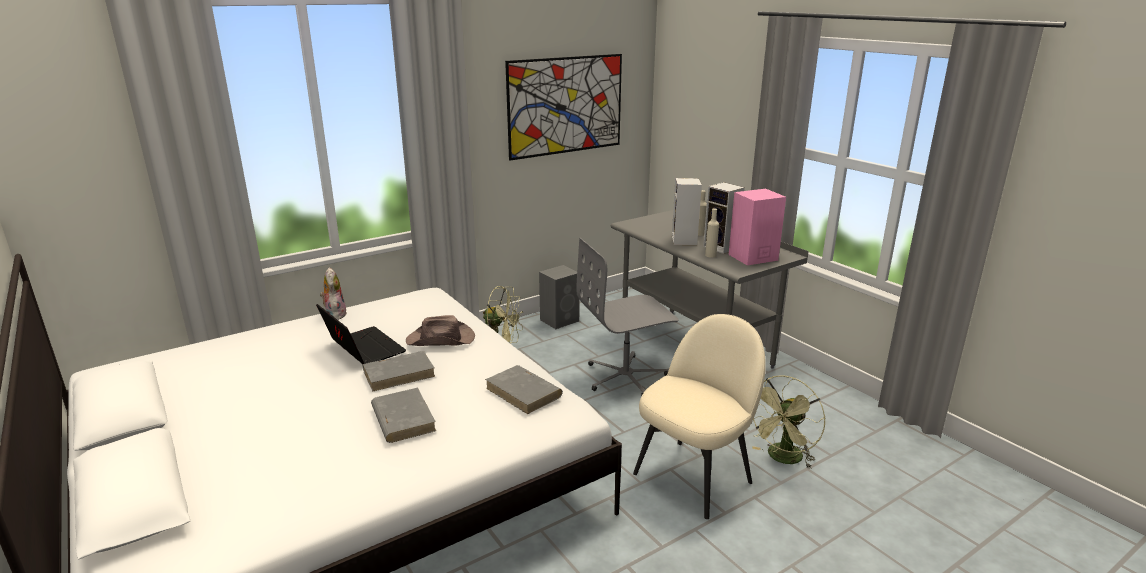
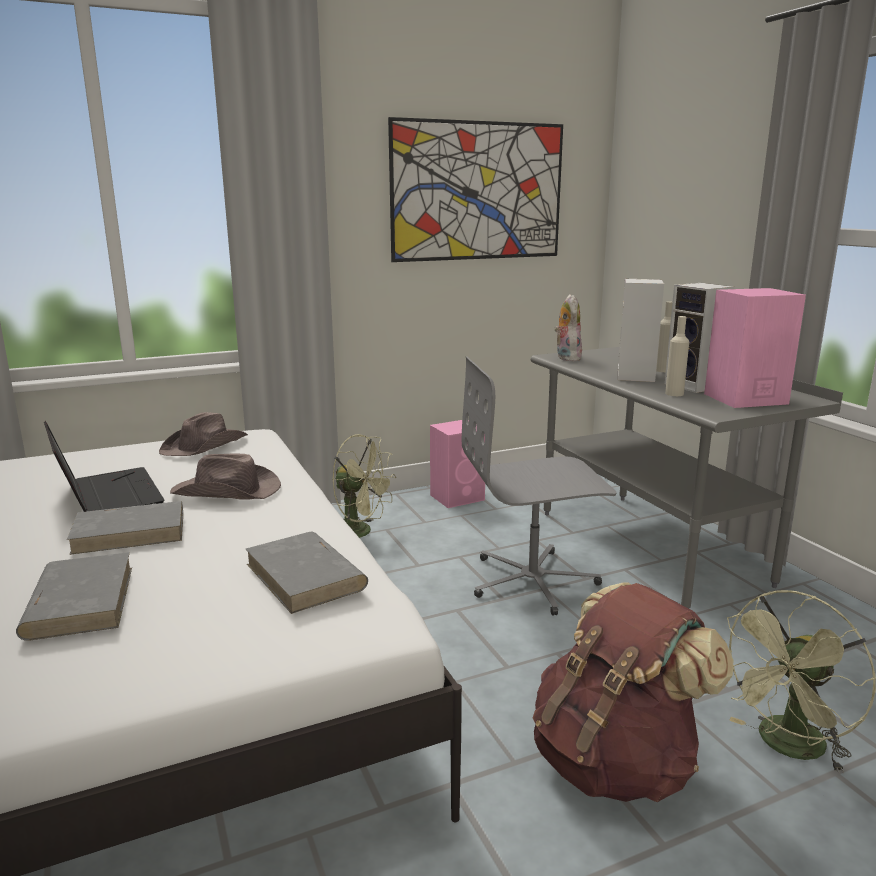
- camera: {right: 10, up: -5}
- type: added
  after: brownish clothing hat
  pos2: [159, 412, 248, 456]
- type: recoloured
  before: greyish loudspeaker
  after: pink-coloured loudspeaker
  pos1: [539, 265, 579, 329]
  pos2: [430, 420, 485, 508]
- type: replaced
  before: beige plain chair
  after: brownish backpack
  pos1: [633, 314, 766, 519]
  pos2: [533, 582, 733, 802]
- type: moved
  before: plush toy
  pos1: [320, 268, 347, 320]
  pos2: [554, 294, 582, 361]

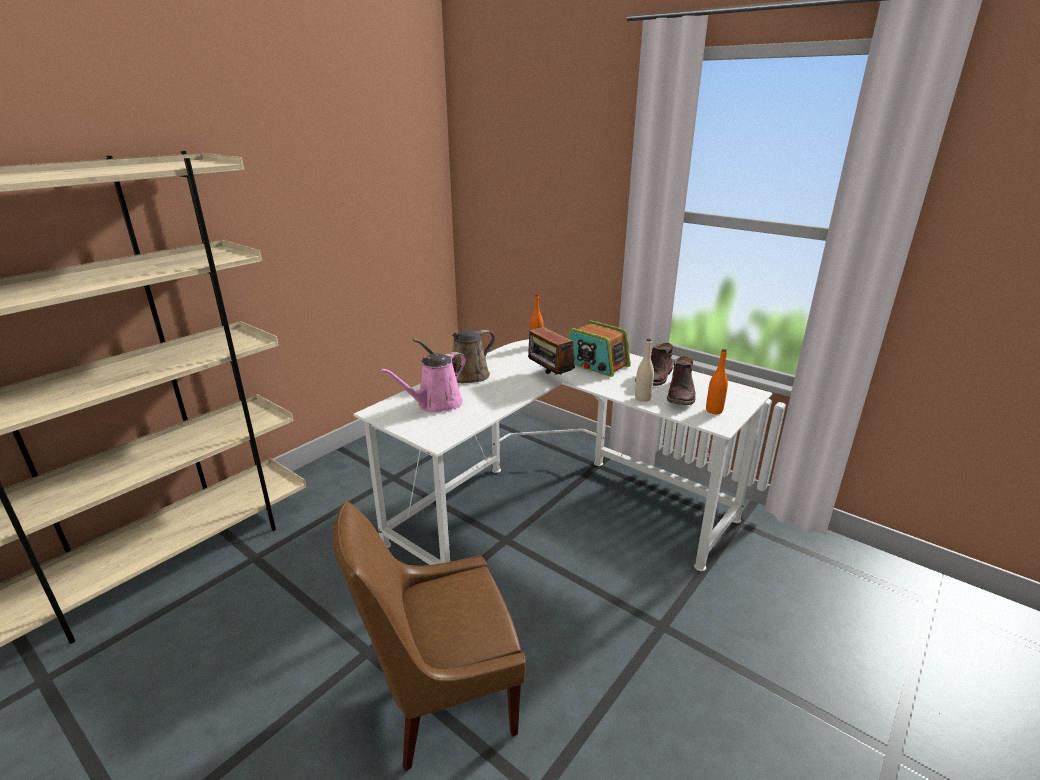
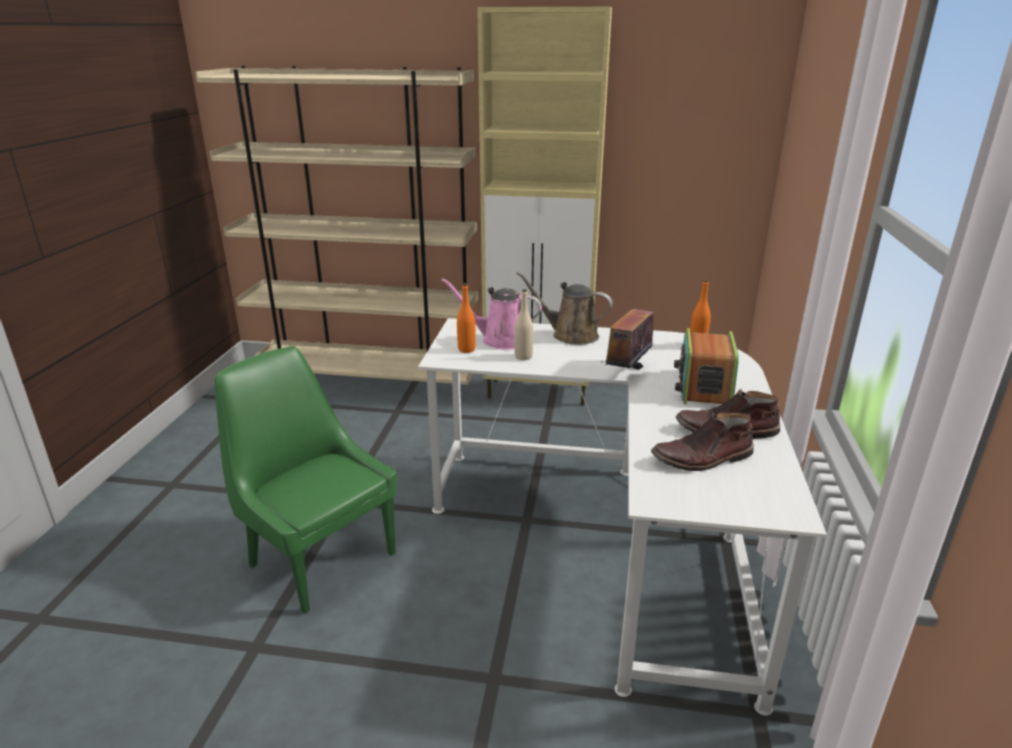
- camera: {right: 60, up: 0}
- type: recoloured
  before: brownish plain chair
  after: green plain chair
  pos1: [332, 502, 526, 771]
  pos2: [215, 346, 397, 613]
- type: moved
  before: orangey beverage bottle
  pos1: [706, 349, 728, 414]
  pos2: [457, 283, 476, 353]
- type: added
  after: beige storage cabinet
  pos2: [477, 7, 612, 406]
- type: moved
  before: beige beverage bottle
  pos1: [635, 339, 654, 402]
  pos2: [514, 289, 533, 360]

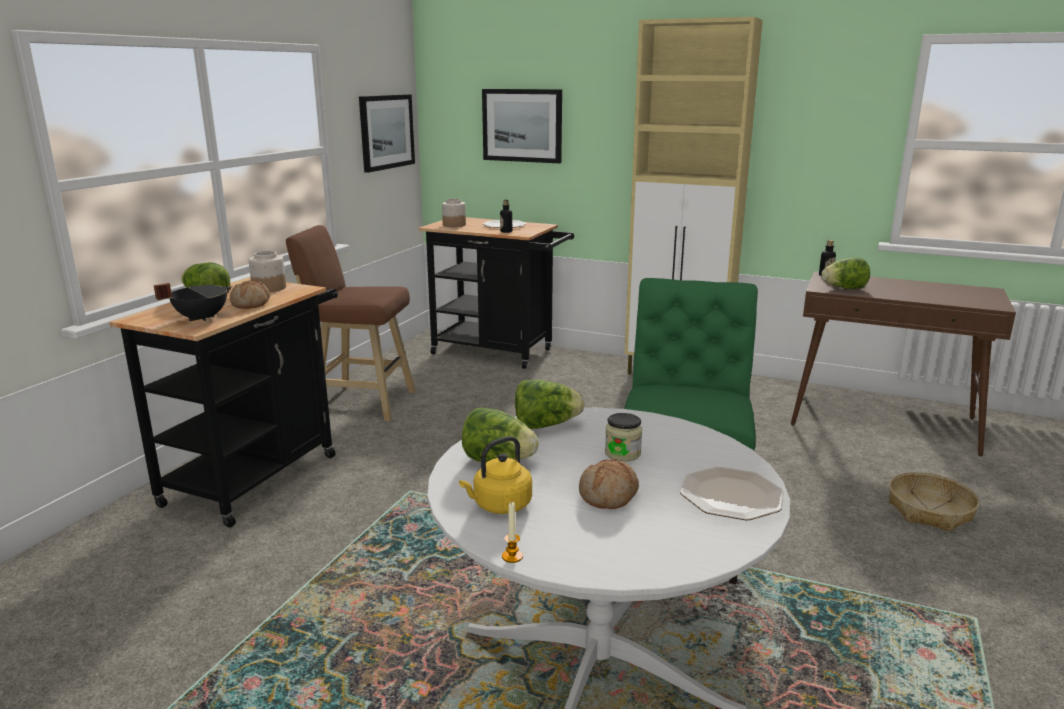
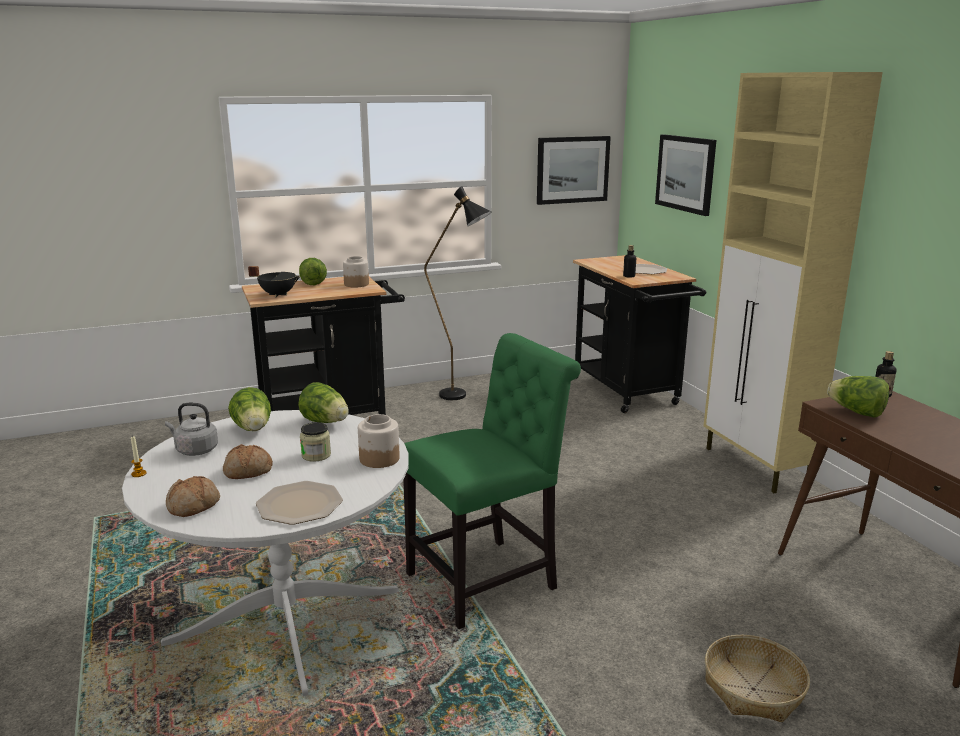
- camera: {right: 45, up: 0}
- type: recoloured
  before: yellow-coloured tea kettle
  after: greyish tea kettle
  pos1: [459, 436, 532, 514]
  pos2: [165, 403, 218, 456]
- type: moved
  before: baked bread
  pos1: [230, 280, 270, 309]
  pos2: [166, 476, 220, 517]
- type: moved
  before: storage jar
  pos1: [442, 199, 466, 227]
  pos2: [358, 414, 400, 468]
- type: replaced
  before: brownish stool
  after: black standing lamp
  pos1: [286, 225, 415, 422]
  pos2: [424, 186, 492, 400]

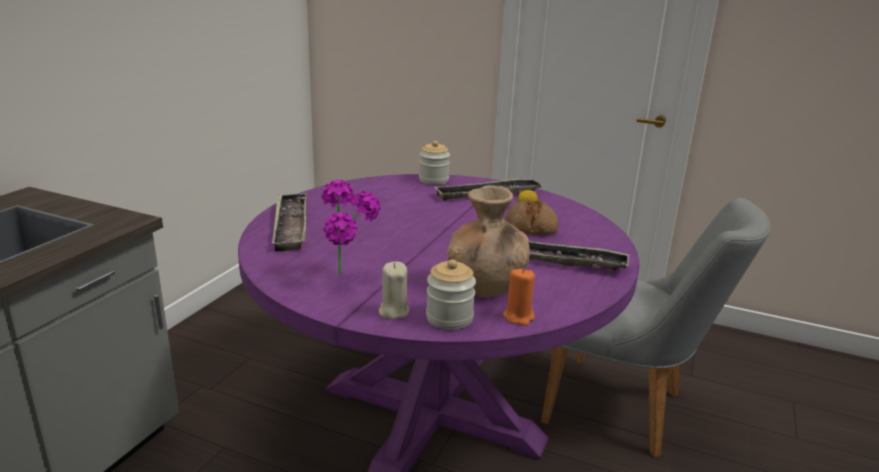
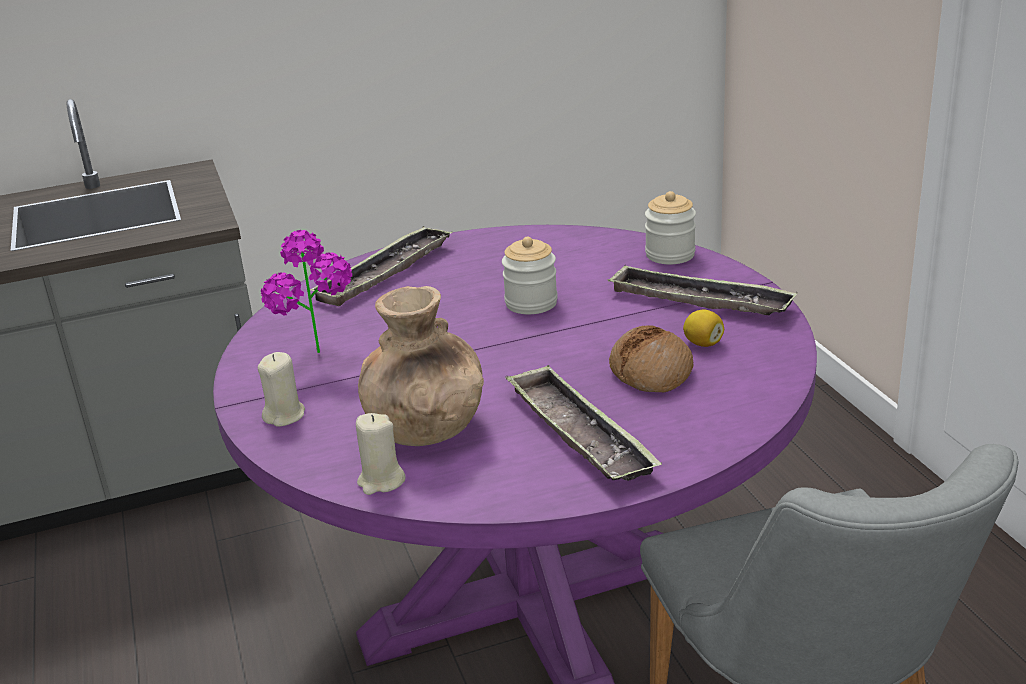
- camera: {right: 50, up: 5}
- type: recoloured
  before: orangey wax light
  after: beige wax light
  pos1: [503, 268, 535, 326]
  pos2: [356, 413, 406, 495]
- type: moved
  before: storage jar
  pos1: [426, 259, 476, 330]
  pos2: [502, 237, 558, 314]

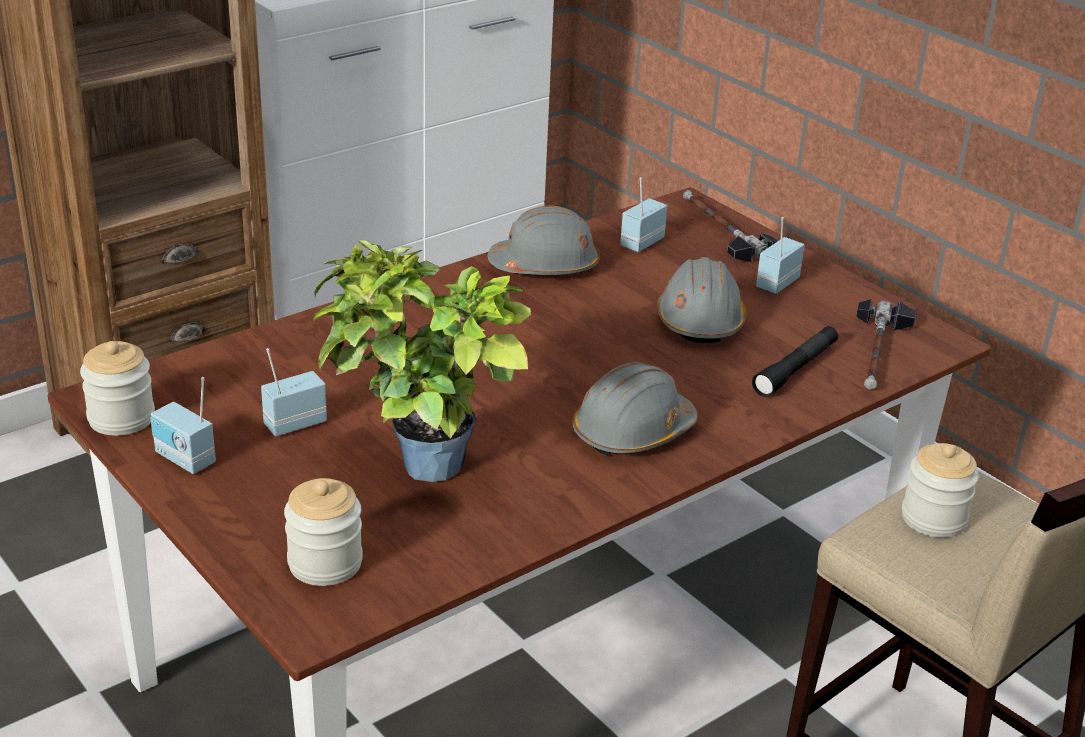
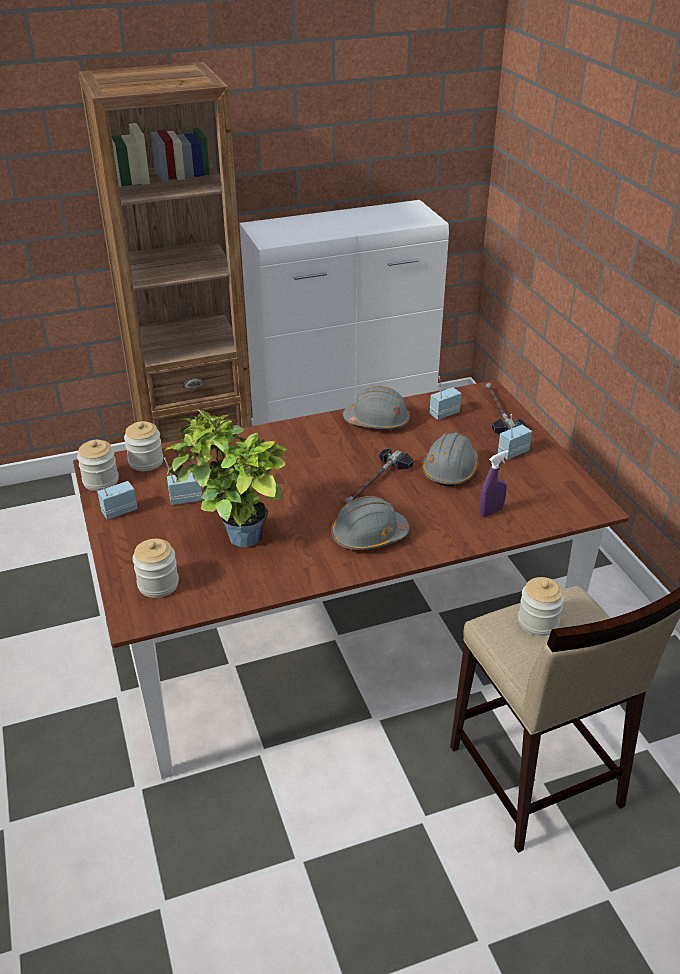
- camera: {right: 20, up: 5}
- type: turned
  before: radio set
  pos1: [150, 377, 216, 474]
  pos2: [96, 472, 138, 520]
  turn: 90
- type: added
  after: storage jar
  pos2: [124, 421, 163, 471]
- type: moved
  before: hand hammer
  pos1: [856, 299, 916, 389]
  pos2: [345, 448, 414, 503]
- type: replaced
  before: black torch
  after: purple-coloured sprayer
  pos1: [752, 326, 838, 397]
  pos2: [479, 451, 508, 517]

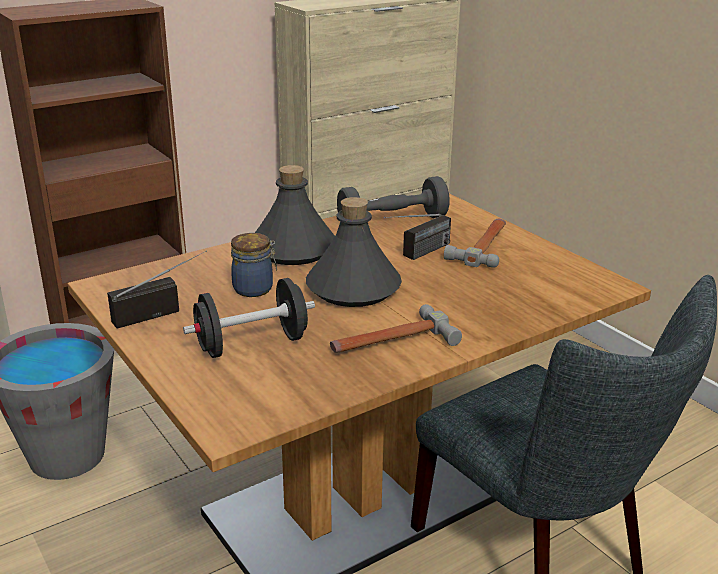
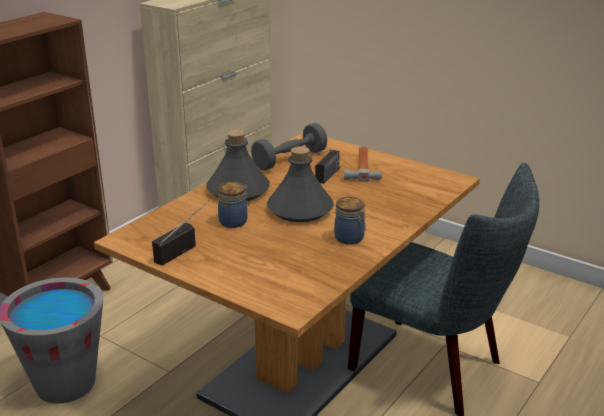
- camera: {right: -20, up: 0}
- type: replaced
  before: hand hammer
  after: storage jar
  pos1: [330, 304, 462, 353]
  pos2: [334, 197, 366, 245]
- type: removed
  before: black dumbbell
  pos1: [183, 278, 315, 358]

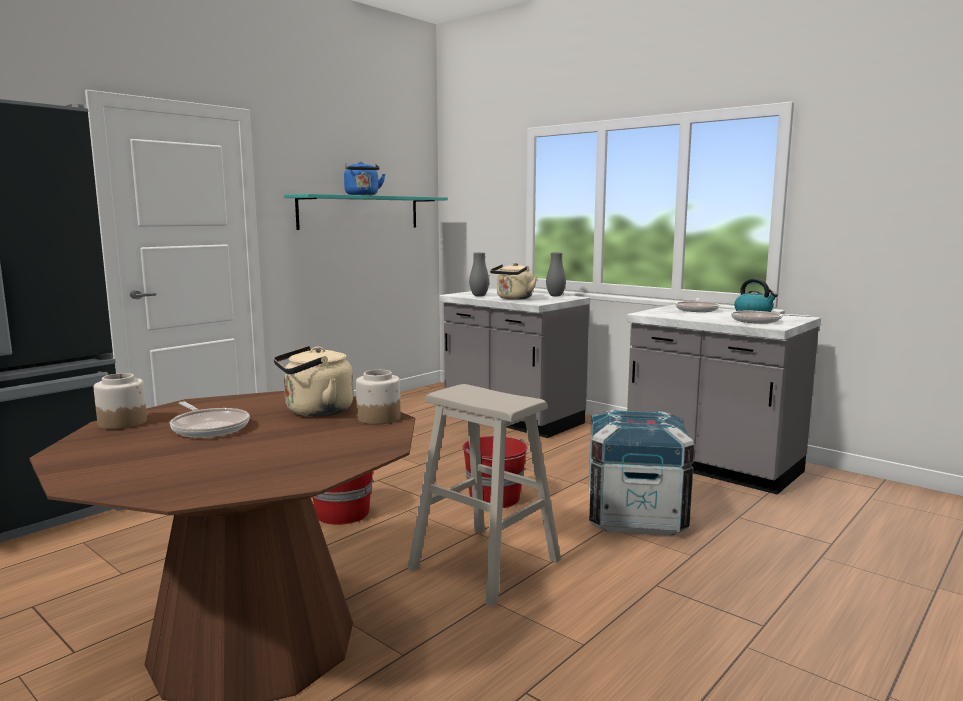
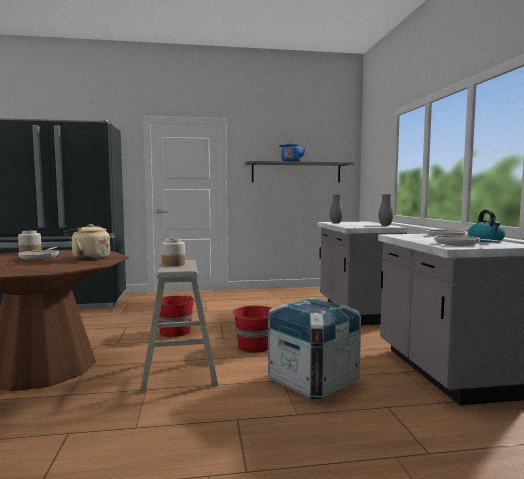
- camera: {right: 40, up: -5}
- type: moved
  before: storage jar
  pos1: [356, 370, 401, 425]
  pos2: [161, 239, 185, 266]
- type: recoloured
  before: turquoise shelf
  after: greyish shelf
  pos1: [284, 194, 448, 230]
  pos2: [245, 161, 355, 183]
- type: removed
  before: beige tea kettle
  pos1: [490, 263, 537, 300]

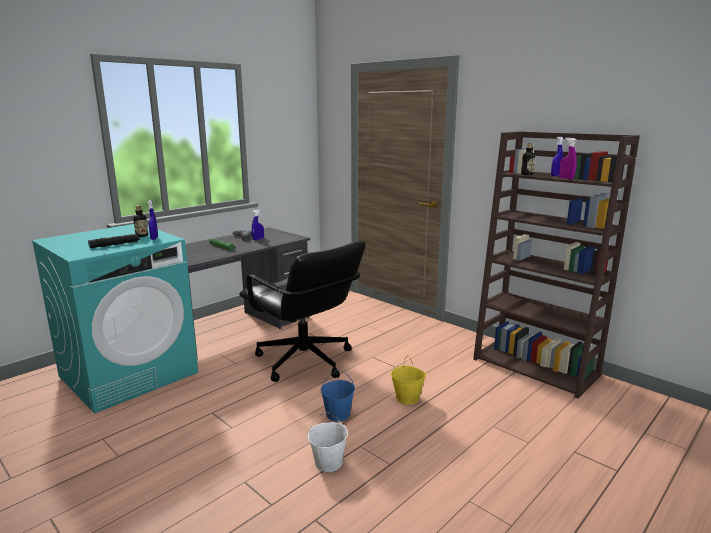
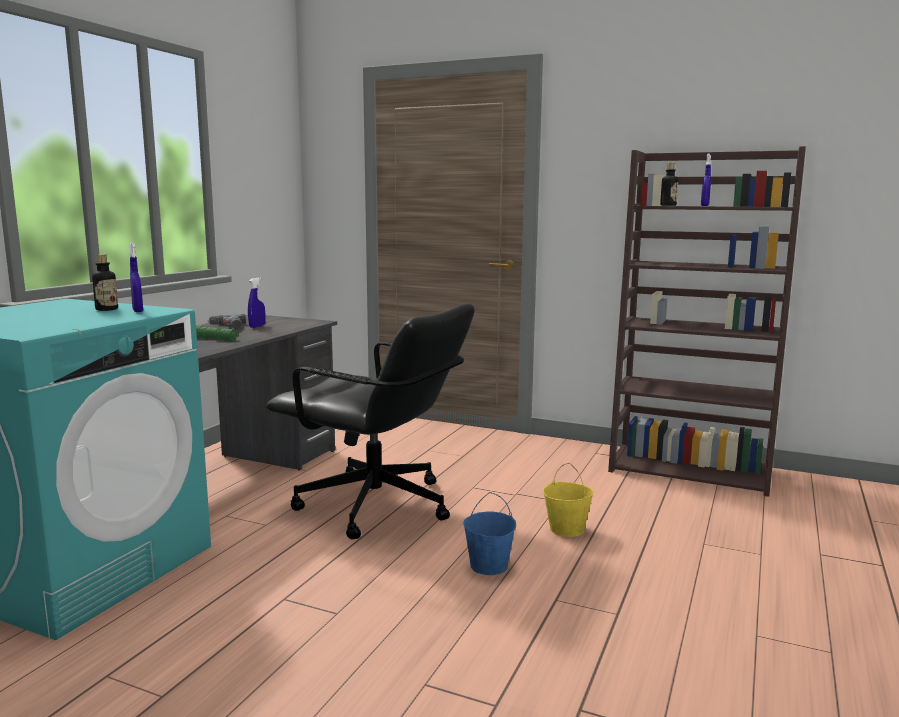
- camera: {right: -20, up: -5}
- type: removed
  before: black torch
  pos1: [88, 234, 140, 248]
- type: removed
  before: white water bucket
  pos1: [308, 412, 348, 472]
- type: removed
  before: purple-coloured sprayer
  pos1: [559, 138, 577, 179]

